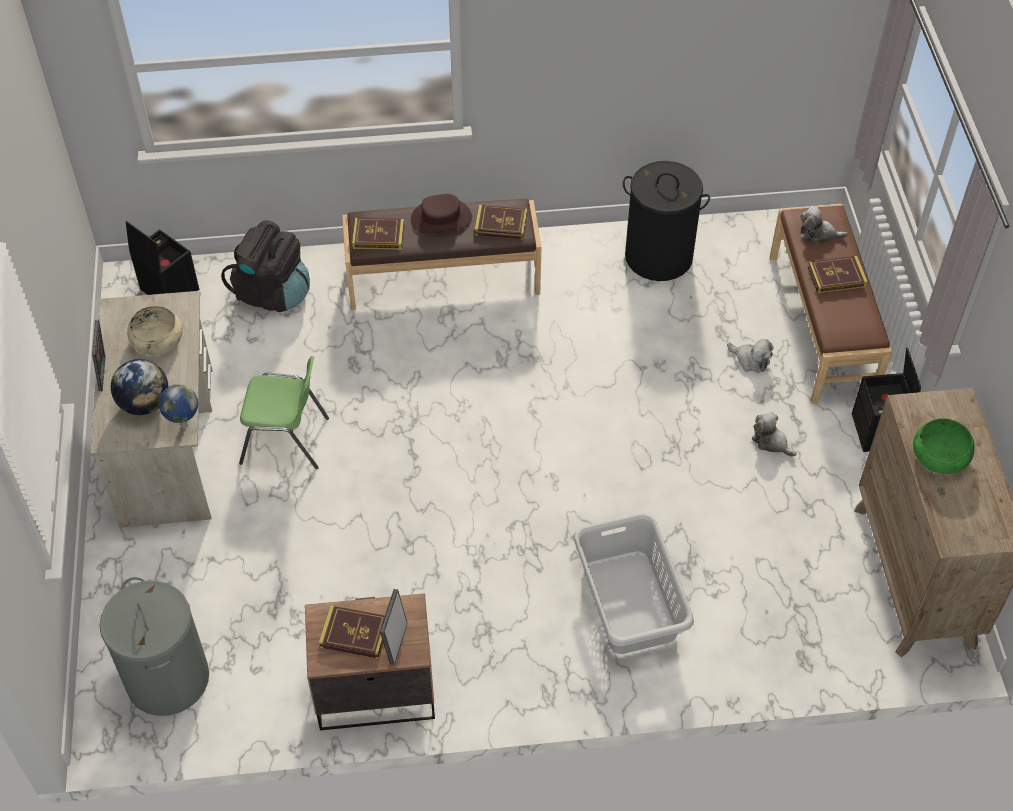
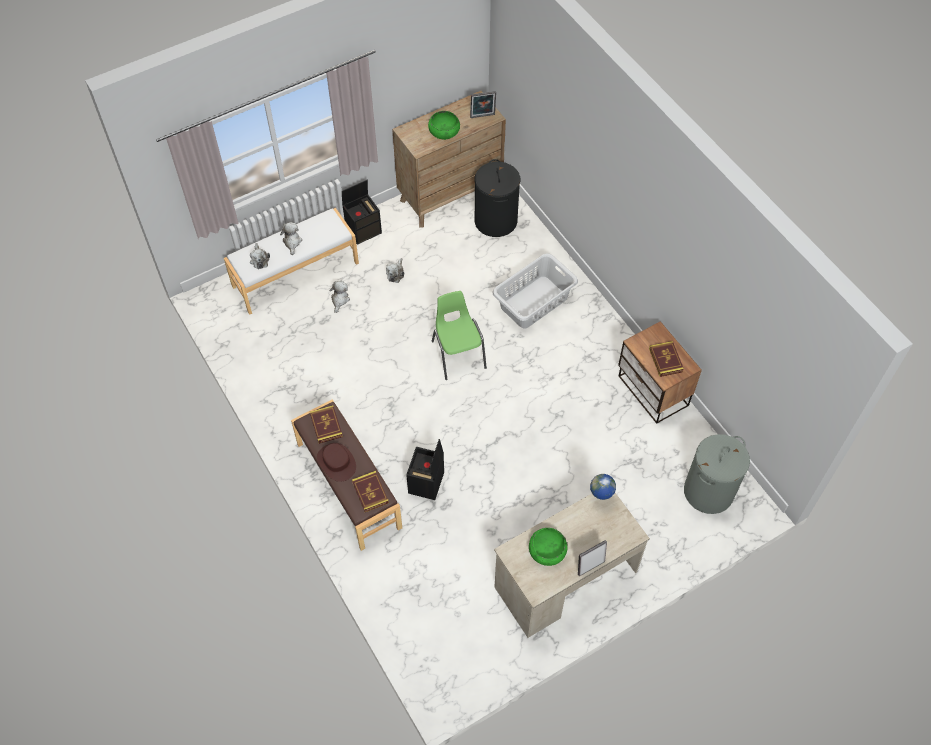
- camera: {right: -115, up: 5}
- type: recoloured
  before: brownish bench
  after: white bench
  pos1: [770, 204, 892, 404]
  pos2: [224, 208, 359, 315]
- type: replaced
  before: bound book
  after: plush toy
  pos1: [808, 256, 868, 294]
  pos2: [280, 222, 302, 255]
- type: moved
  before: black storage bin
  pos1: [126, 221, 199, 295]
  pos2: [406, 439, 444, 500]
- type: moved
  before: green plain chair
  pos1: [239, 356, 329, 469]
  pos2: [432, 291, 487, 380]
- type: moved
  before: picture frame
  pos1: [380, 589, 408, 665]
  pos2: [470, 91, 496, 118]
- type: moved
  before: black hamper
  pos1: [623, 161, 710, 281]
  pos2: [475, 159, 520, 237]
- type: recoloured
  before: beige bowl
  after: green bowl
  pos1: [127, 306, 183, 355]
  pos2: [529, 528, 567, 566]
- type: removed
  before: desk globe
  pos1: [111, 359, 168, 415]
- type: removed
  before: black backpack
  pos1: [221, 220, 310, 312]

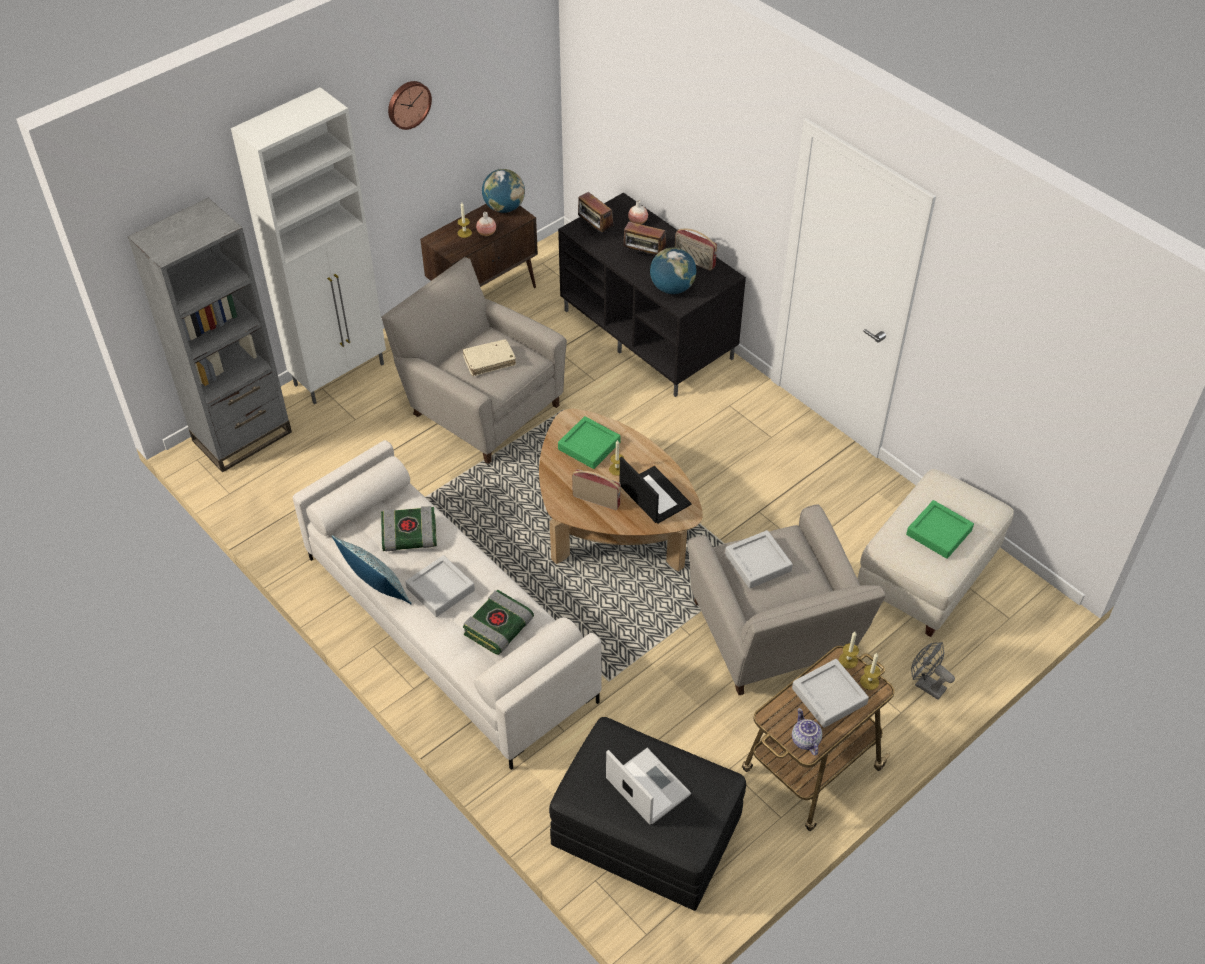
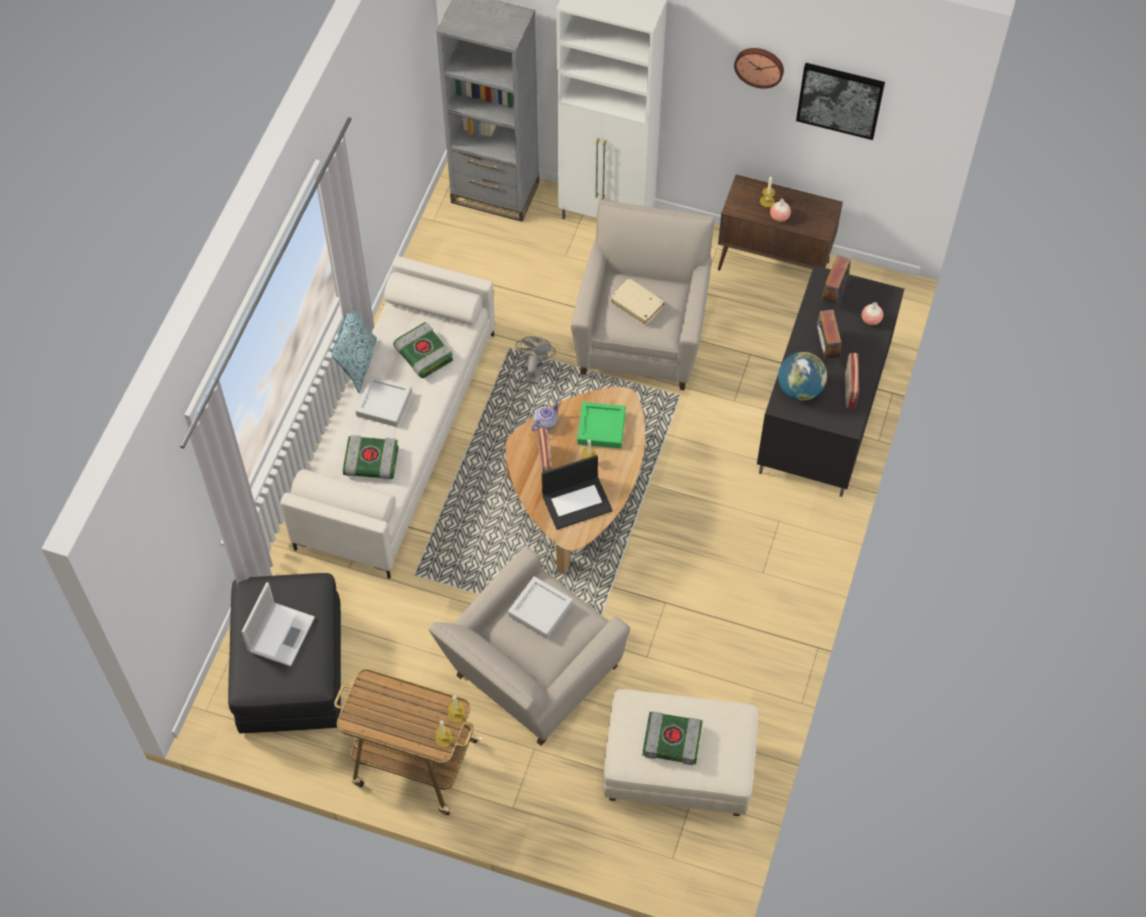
- camera: {right: 60, up: 10}
- type: moved
  before: greyish cooling fan
  pos1: [911, 642, 955, 700]
  pos2: [515, 336, 556, 384]
- type: moved
  before: tea pot
  pos1: [792, 708, 822, 756]
  pos2: [531, 401, 560, 431]
- type: turned
  before: laptop
  pos1: [620, 457, 692, 524]
  pos2: [542, 455, 613, 530]
  turn: 45
- type: replaced
  before: green carrying tray
  after: bound book
  pos1: [906, 500, 974, 559]
  pos2: [642, 711, 703, 765]
- type: added
  after: wall art
  pos2: [796, 63, 885, 140]
- type: removed
  before: desk globe
  pos1: [482, 169, 525, 213]
- type: removed
  before: greyish carrying tray
  pos1: [792, 659, 869, 728]

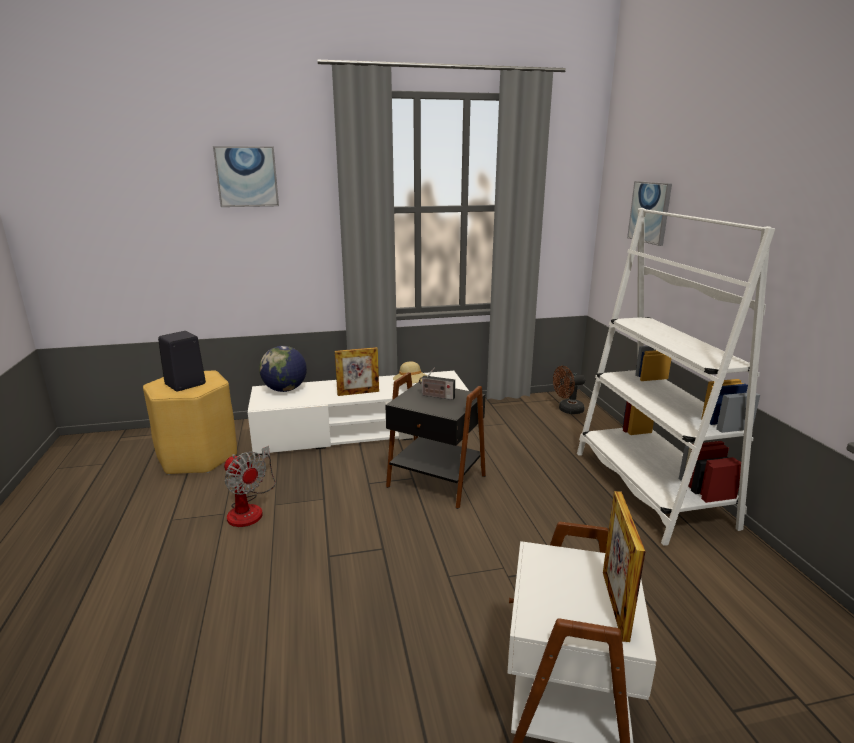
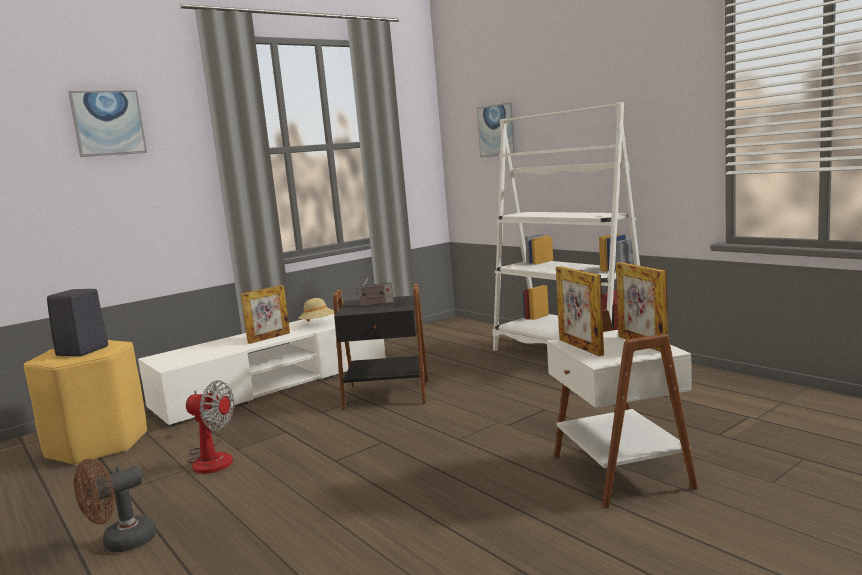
- camera: {right: -25, up: -10}
- type: moved
  before: brownish cooling fan
  pos1: [553, 366, 585, 414]
  pos2: [74, 459, 156, 552]
- type: added
  after: picture frame
  pos2: [556, 266, 604, 356]
- type: removed
  before: desk globe
  pos1: [259, 346, 307, 392]

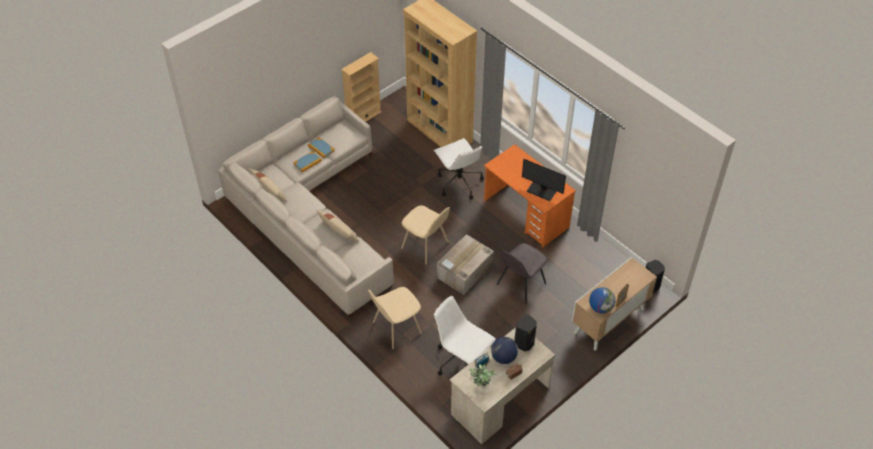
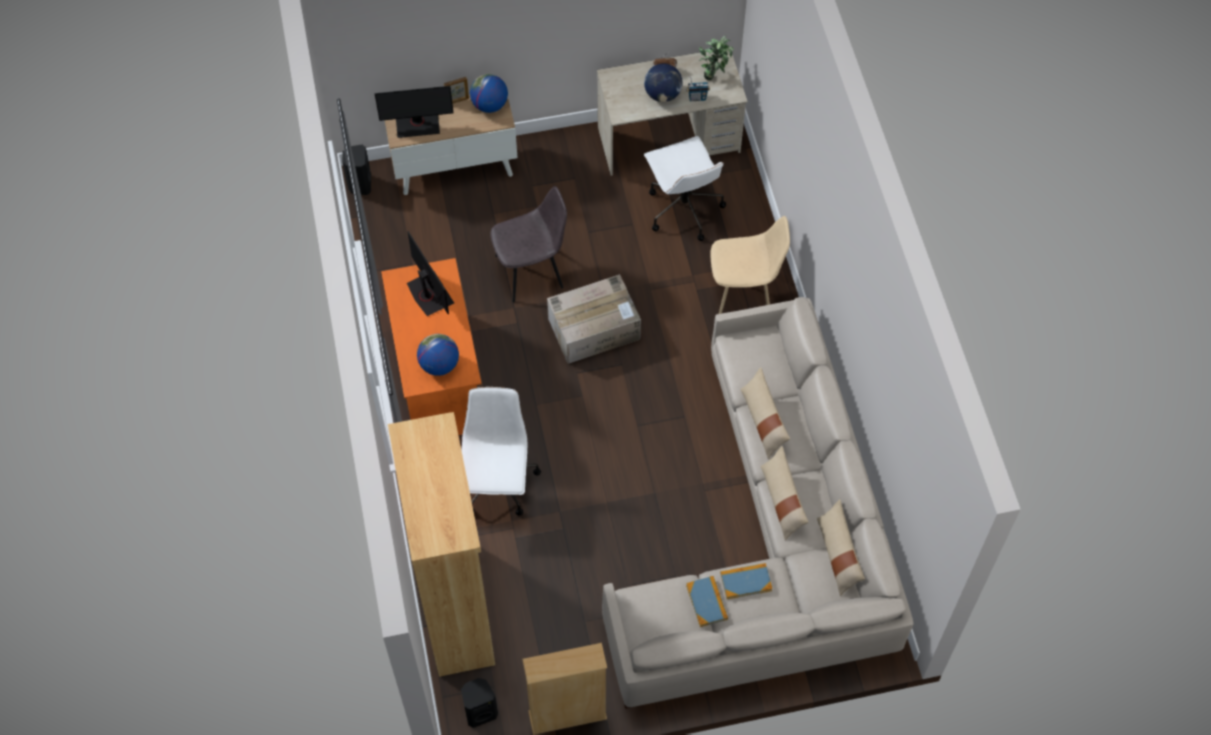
- camera: {right: -150, up: 10}
- type: added
  after: computer screen
  pos2: [375, 86, 454, 138]
- type: added
  after: desk globe
  pos2: [417, 334, 459, 376]
- type: moved
  before: black loudspeaker
  pos1: [514, 314, 537, 351]
  pos2: [461, 678, 498, 728]
- type: added
  after: beige cushion
  pos2: [761, 446, 808, 541]
- type: removed
  before: beige plain chair
  pos1: [401, 205, 450, 264]

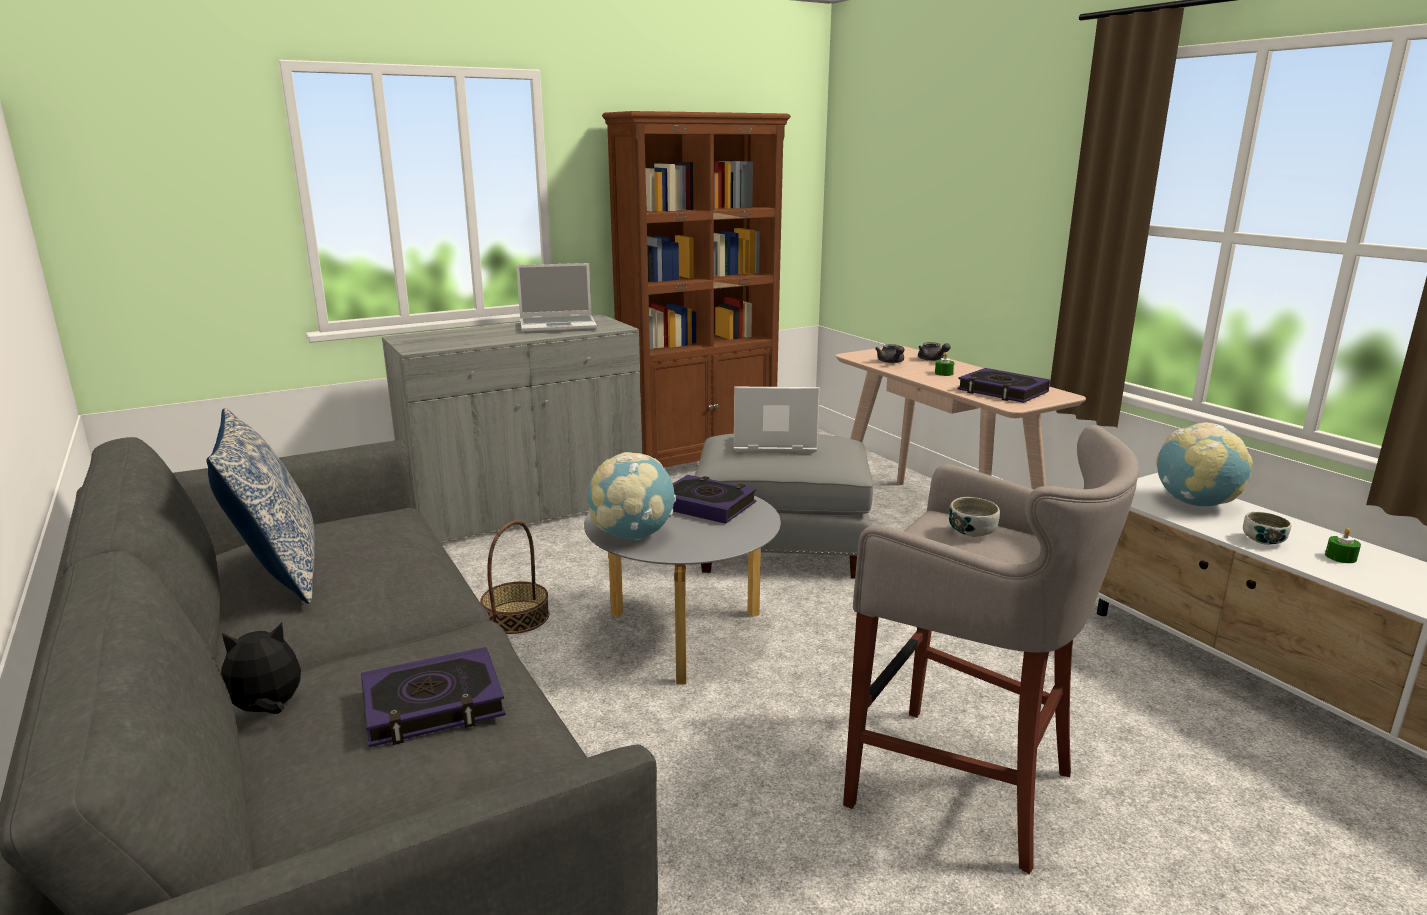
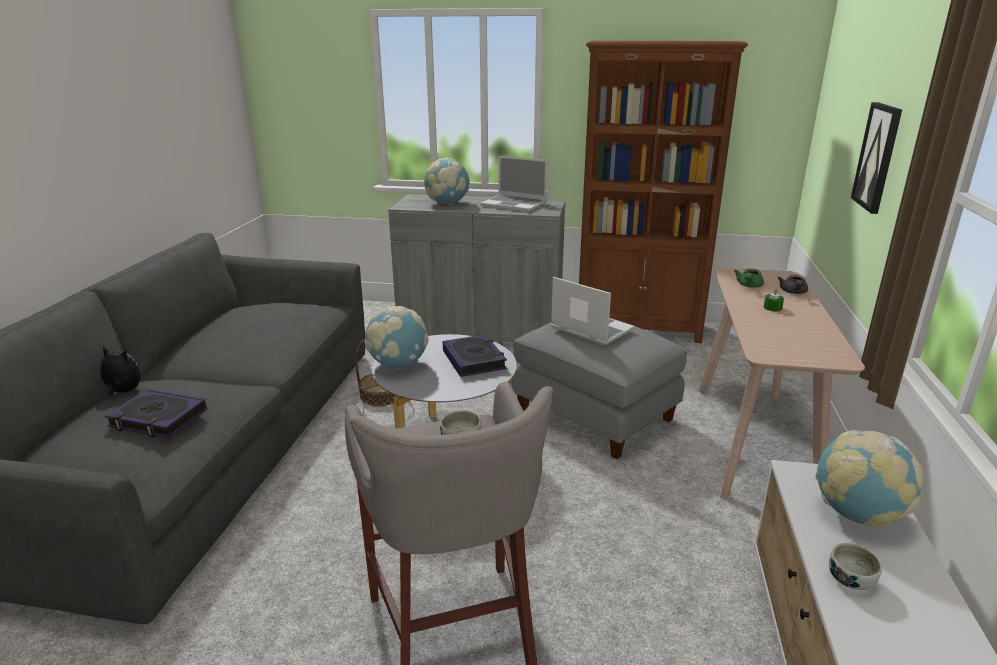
- camera: {right: 40, up: 5}
- type: added
  after: desk globe
  pos2: [424, 158, 470, 205]
- type: recoloured
  before: greyish tea pot
  after: green tea pot
  pos1: [875, 344, 905, 363]
  pos2: [734, 269, 764, 288]
- type: added
  after: wall art
  pos2: [851, 102, 902, 214]
- type: removed
  before: cushion
  pos1: [206, 408, 315, 604]
- type: removed
  before: bound book
  pos1: [957, 368, 1050, 403]
- type: removed
  before: green wax light
  pos1: [1325, 528, 1361, 563]

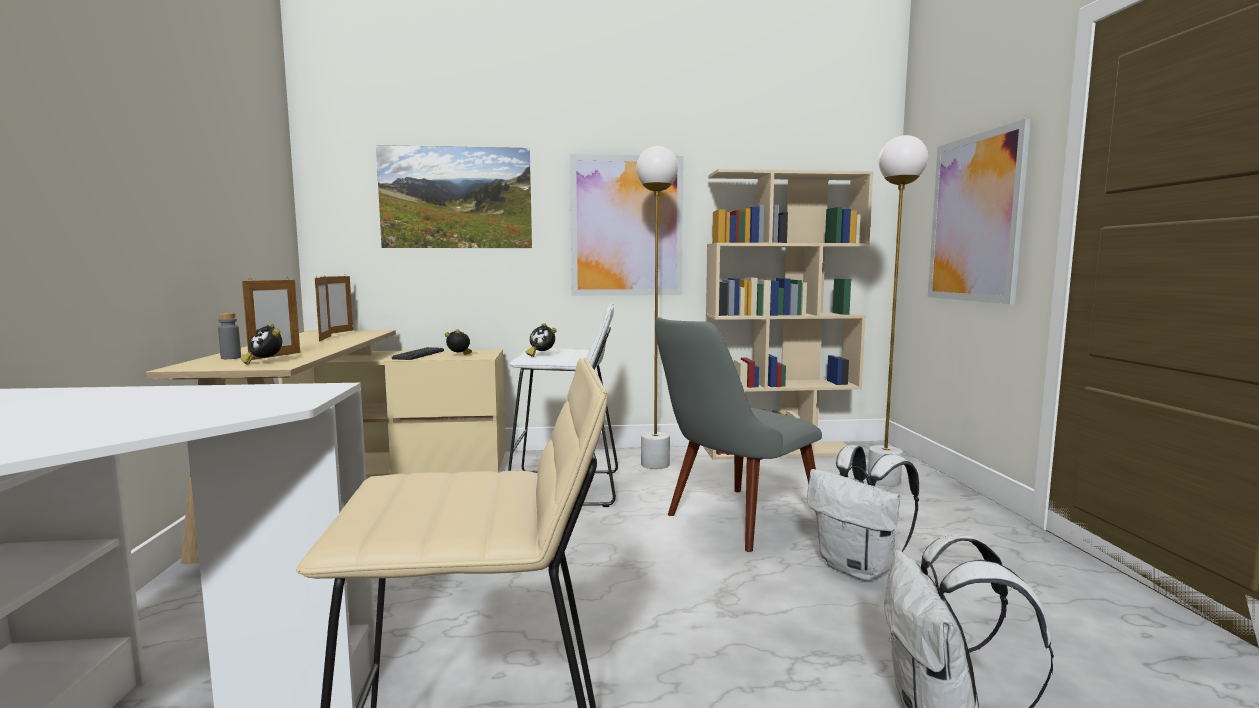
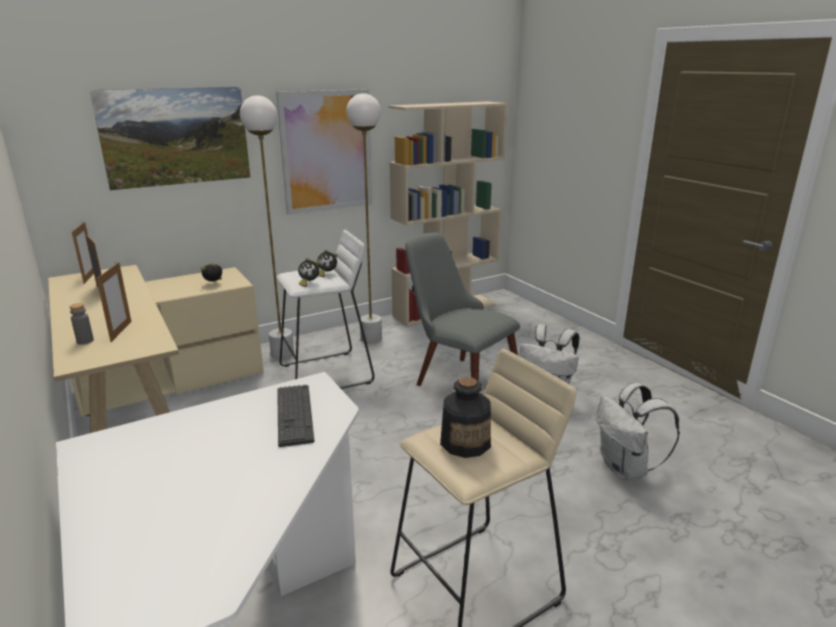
- camera: {right: -25, up: 15}
- type: moved
  before: white standing lamp
  pos1: [868, 135, 928, 486]
  pos2: [240, 95, 294, 359]
- type: moved
  before: computer keyboard
  pos1: [392, 347, 444, 360]
  pos2: [277, 385, 314, 447]
- type: moved
  before: table clock
  pos1: [240, 323, 282, 365]
  pos2: [317, 249, 338, 277]
- type: turned
  before: greyish plain chair
  pos1: [655, 317, 822, 552]
  pos2: [405, 232, 520, 386]
  turn: 105
- type: added
  after: beverage bottle
  pos2: [440, 377, 491, 458]
- type: removed
  before: wall art
  pos1: [928, 119, 1031, 304]

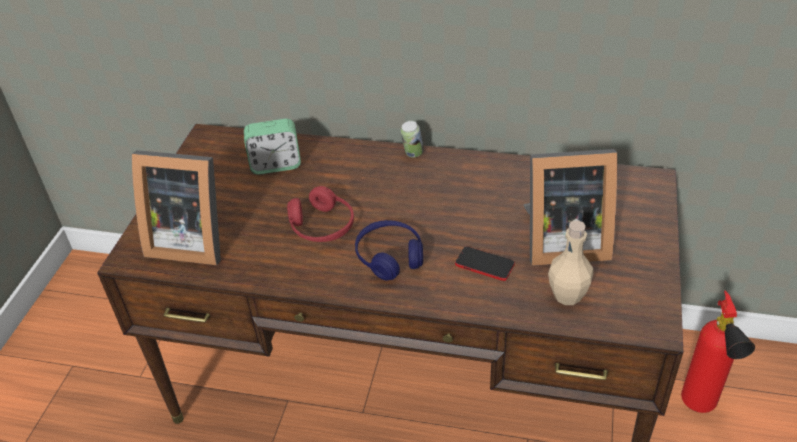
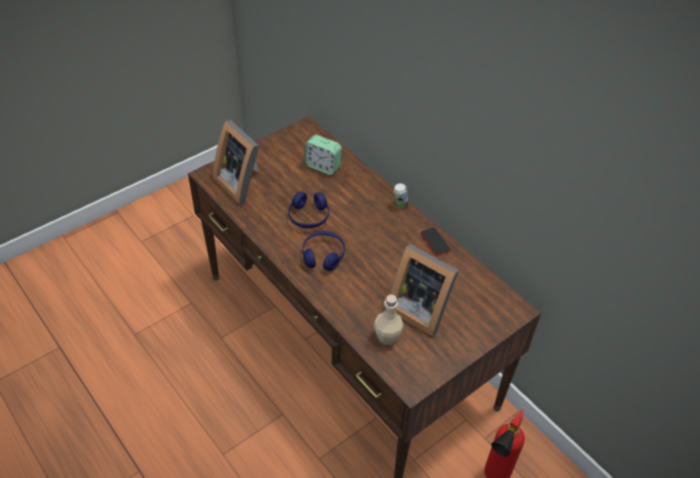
- camera: {right: 35, up: 5}
- type: recoloured
  before: reddish pair of headphones
  after: blue-coloured pair of headphones
  pos1: [287, 186, 354, 242]
  pos2: [288, 191, 329, 228]
- type: moved
  before: telephone
  pos1: [455, 247, 515, 281]
  pos2: [420, 227, 450, 256]

